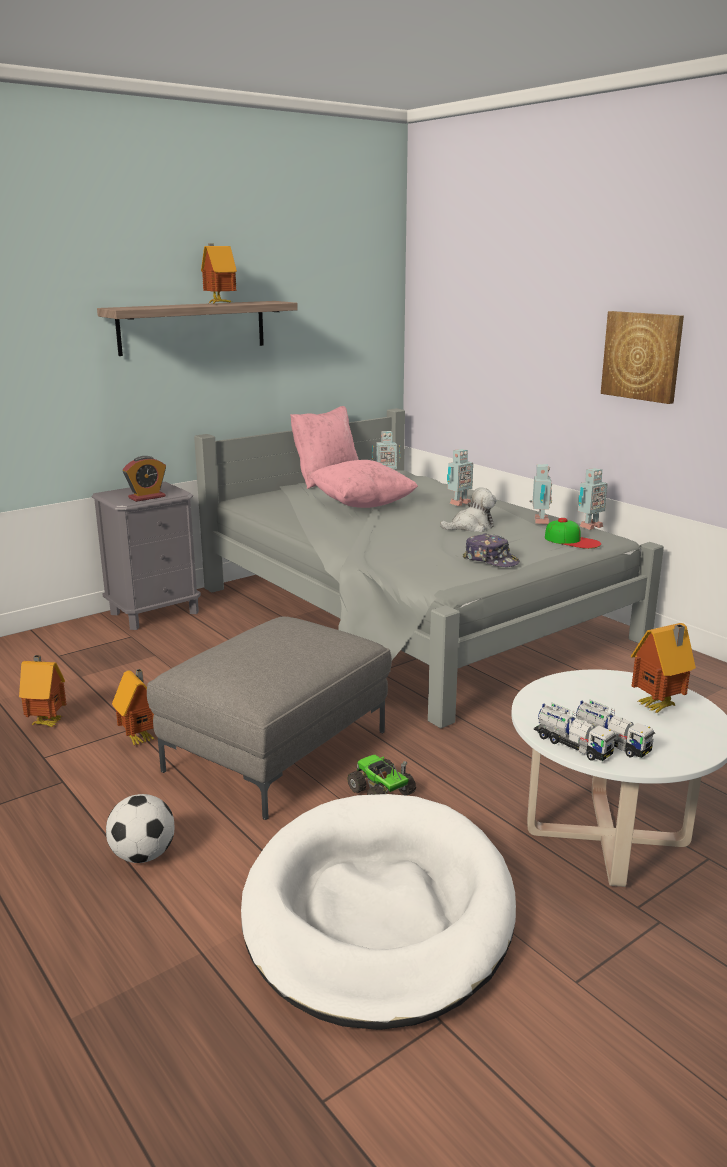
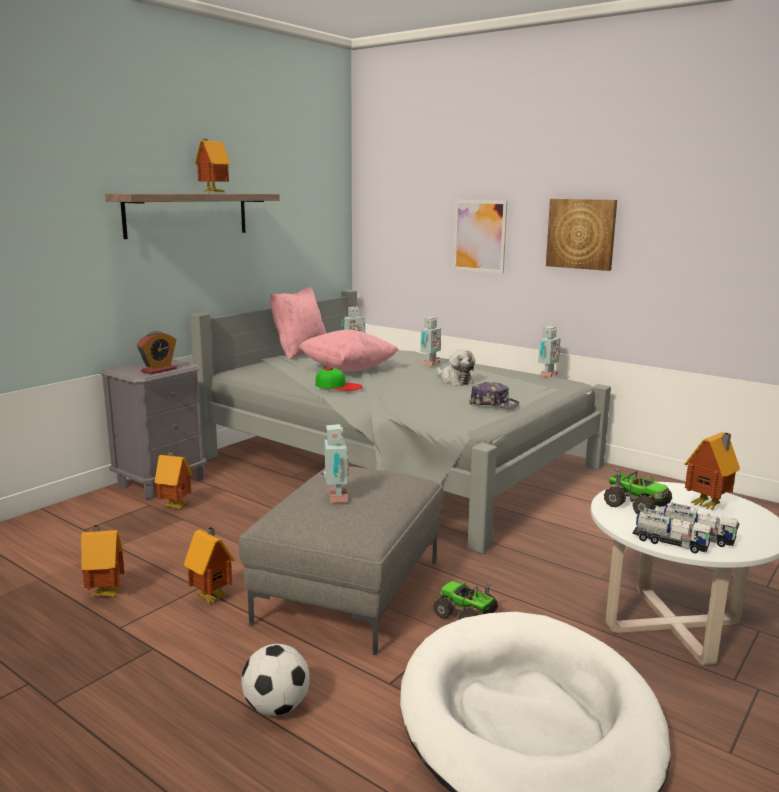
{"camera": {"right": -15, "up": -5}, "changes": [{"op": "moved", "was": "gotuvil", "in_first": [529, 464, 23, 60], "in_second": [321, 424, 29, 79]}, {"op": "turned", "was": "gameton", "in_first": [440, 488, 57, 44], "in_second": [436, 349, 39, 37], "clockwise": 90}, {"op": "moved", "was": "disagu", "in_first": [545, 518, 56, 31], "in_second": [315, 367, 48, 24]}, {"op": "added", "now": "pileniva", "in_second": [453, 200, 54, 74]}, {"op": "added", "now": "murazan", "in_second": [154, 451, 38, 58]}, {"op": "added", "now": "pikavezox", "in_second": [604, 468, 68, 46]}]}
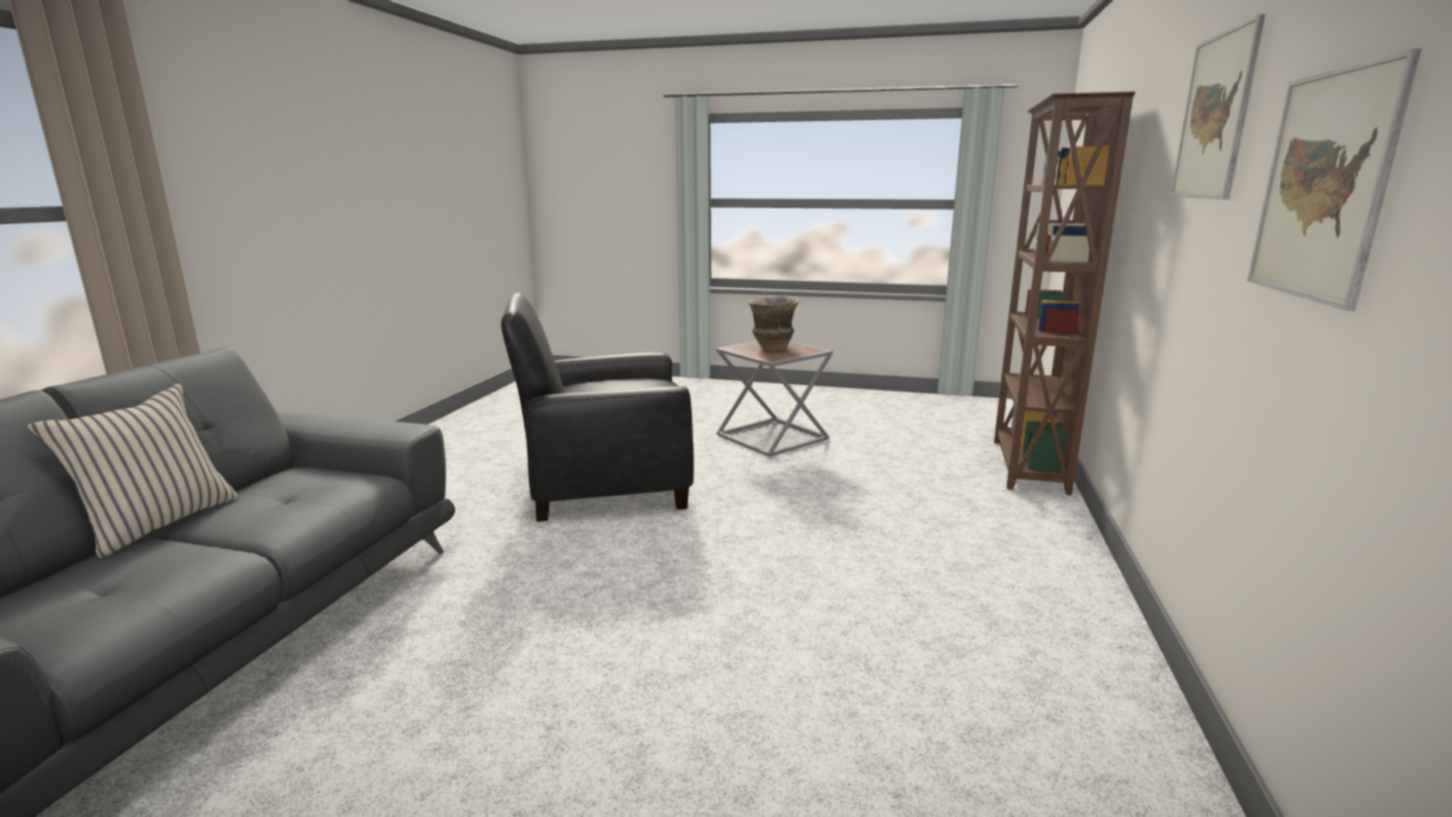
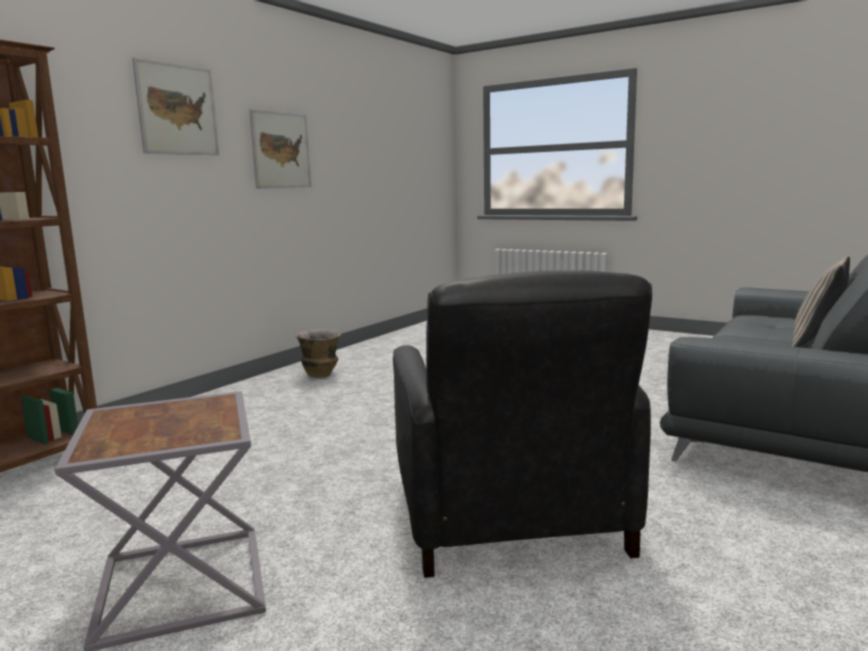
{"camera": {"right": -160, "up": -5}, "changes": [{"op": "turned", "was": "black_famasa", "in_first": [501, 292, 193, 230], "in_second": [393, 270, 259, 308], "clockwise": 75}, {"op": "moved", "was": "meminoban", "in_first": [748, 296, 52, 55], "in_second": [295, 329, 46, 49]}]}
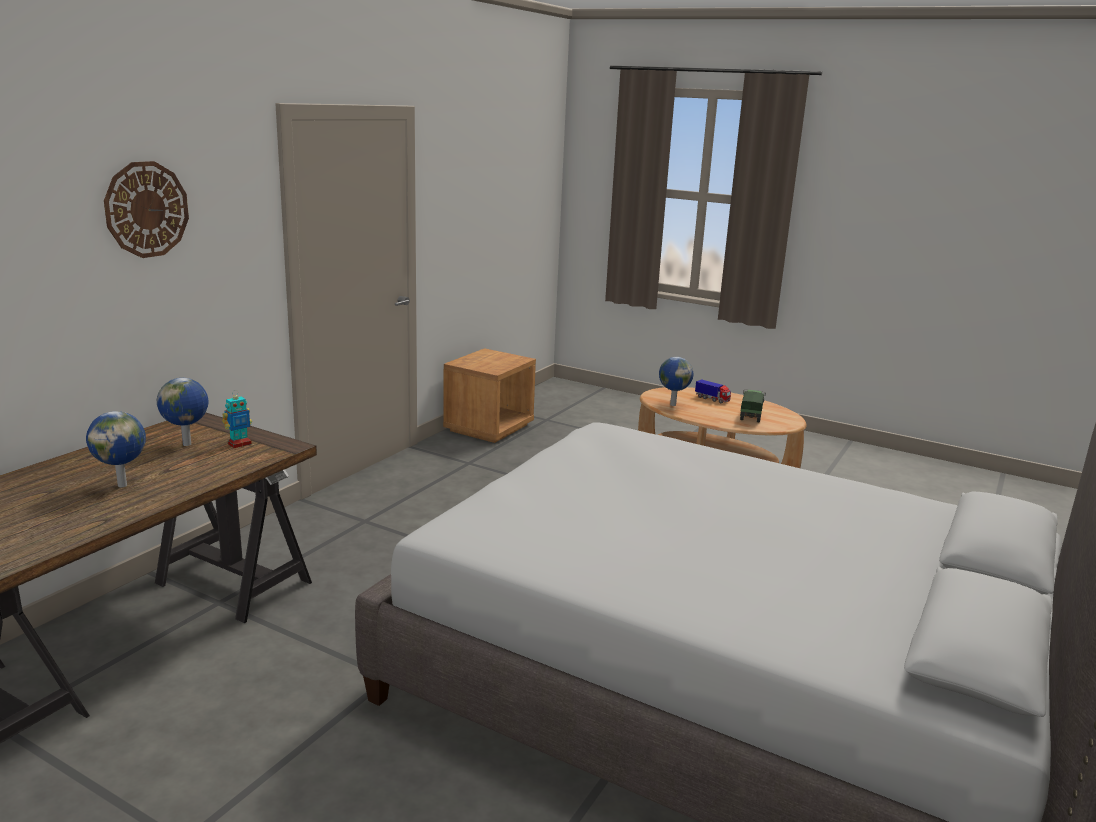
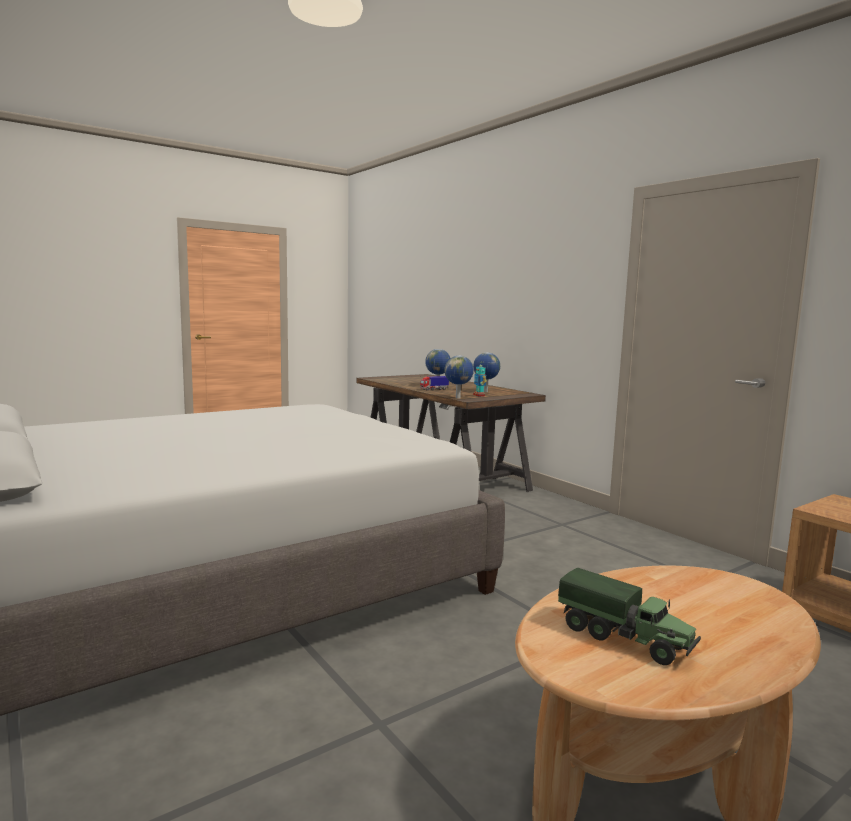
{"camera": {"right": 115, "up": -10}, "changes": [{"op": "removed", "was": "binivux", "in_first": [104, 161, 85, 97]}, {"op": "moved", "was": "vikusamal", "in_first": [659, 357, 34, 49], "in_second": [444, 356, 30, 43]}, {"op": "moved", "was": "pikavezox", "in_first": [695, 379, 36, 24], "in_second": [420, 376, 29, 15]}]}
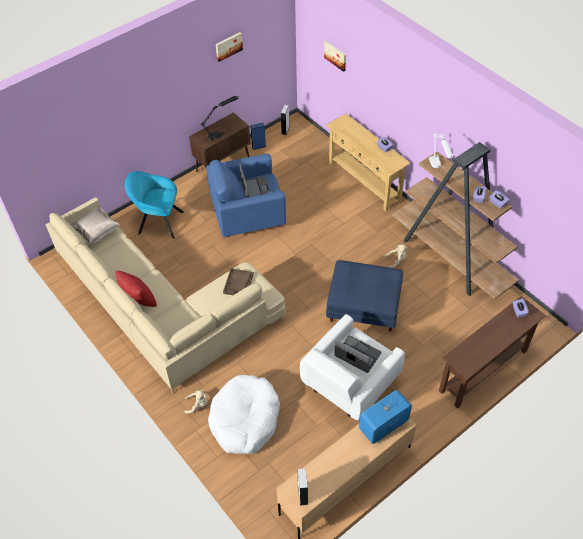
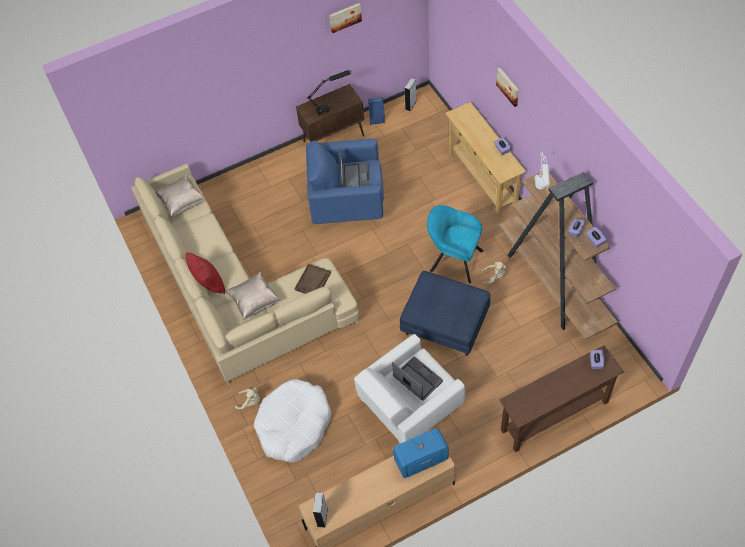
{"camera": {"right": 15, "up": 5}, "changes": [{"op": "moved", "was": "pileniva", "in_first": [324, 41, 22, 31], "in_second": [496, 68, 23, 39]}, {"op": "moved", "was": "turquoise_famasa", "in_first": [125, 171, 59, 68], "in_second": [427, 205, 57, 78]}, {"op": "added", "now": "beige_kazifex", "in_second": [226, 272, 54, 47]}]}
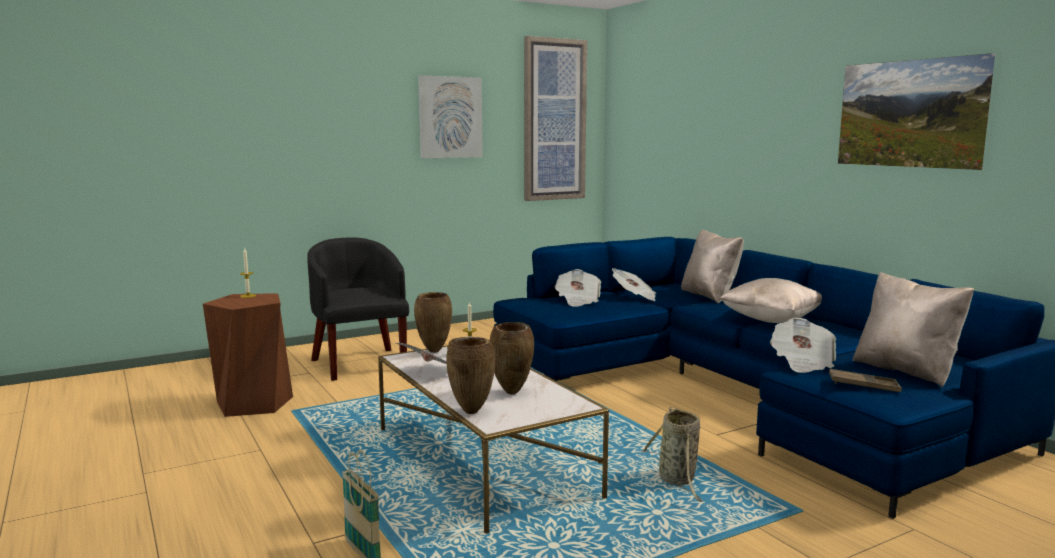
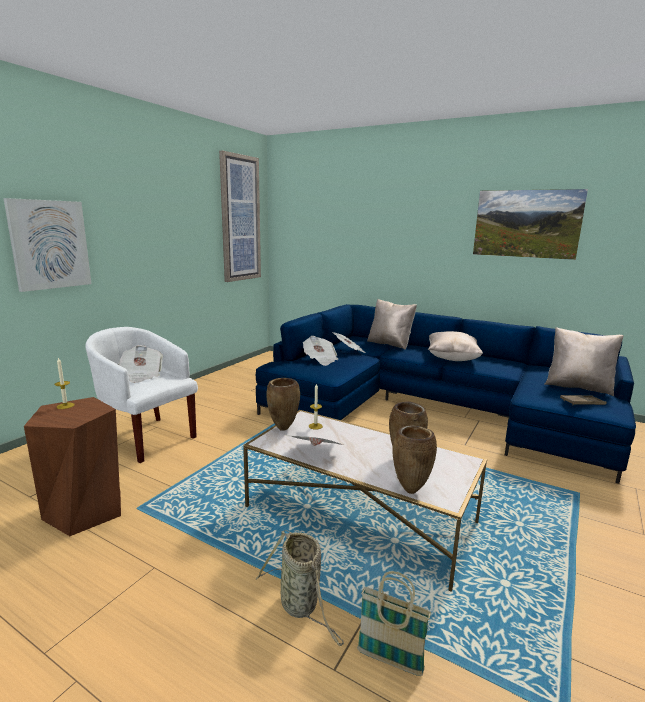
{"camera": {"right": -30, "up": 5}, "changes": [{"op": "moved", "was": "pileniva", "in_first": [418, 75, 65, 83], "in_second": [3, 198, 89, 94]}, {"op": "recoloured", "was": "black_famasa", "now": "white_famasa", "in_first": [307, 237, 102, 144], "in_second": [85, 327, 113, 136]}, {"op": "moved", "was": "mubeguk", "in_first": [770, 318, 66, 55], "in_second": [118, 345, 45, 38]}, {"op": "moved", "was": "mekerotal", "in_first": [642, 407, 61, 95], "in_second": [256, 530, 88, 116]}]}
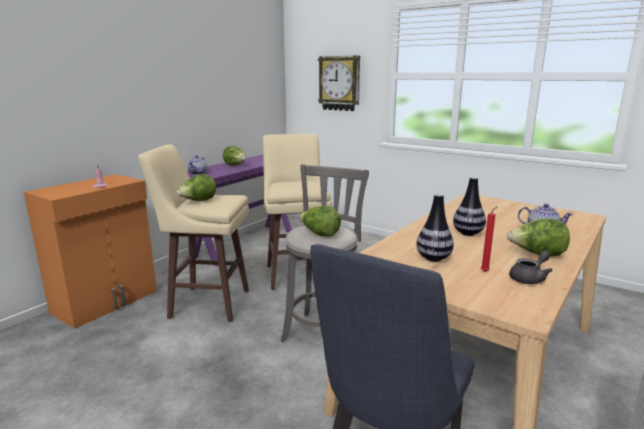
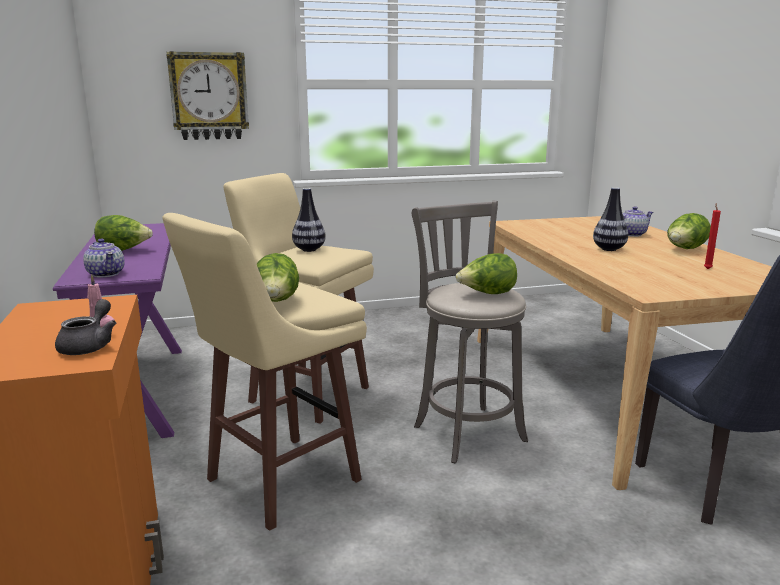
{"camera": {"right": -50, "up": 0}, "changes": [{"op": "moved", "was": "meminoban", "in_first": [416, 194, 38, 68], "in_second": [292, 188, 34, 64]}, {"op": "moved", "was": "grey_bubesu", "in_first": [509, 251, 44, 33], "in_second": [55, 299, 61, 56]}]}
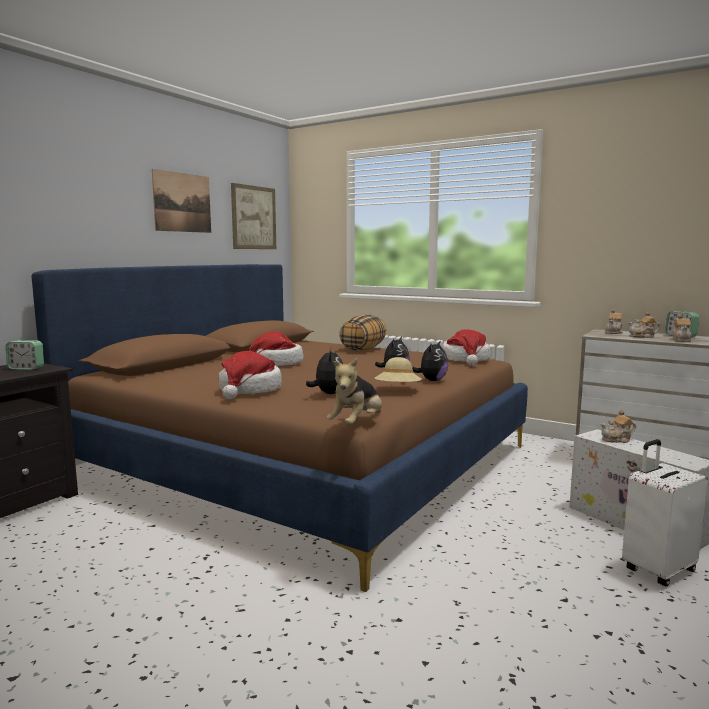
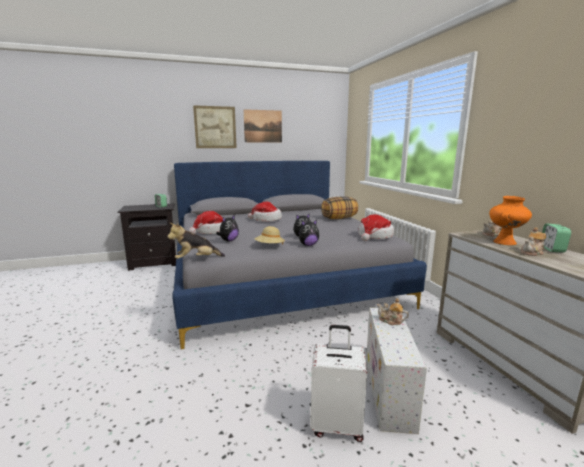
{"camera": {"right": 40, "up": 5}, "changes": [{"op": "moved", "was": "pileniva", "in_first": [231, 183, 45, 66], "in_second": [193, 105, 44, 43]}, {"op": "recoloured", "was": "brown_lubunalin", "now": "grey_lubunalin", "in_first": [31, 264, 497, 328], "in_second": [172, 161, 255, 188]}, {"op": "replaced", "was": "bubesu", "now": "orange_meminoban", "in_first": [628, 312, 32, 26], "in_second": [489, 196, 43, 49]}]}
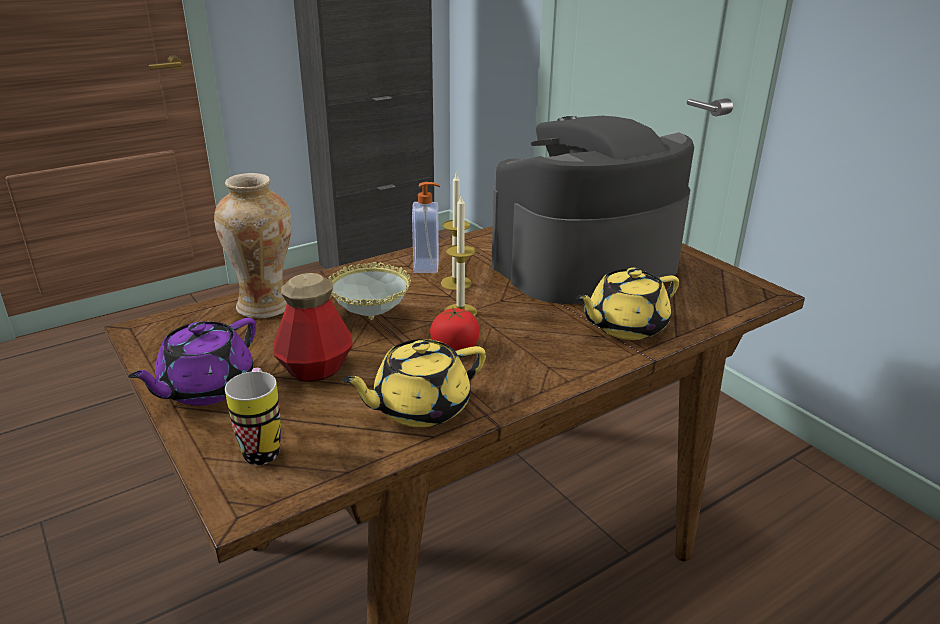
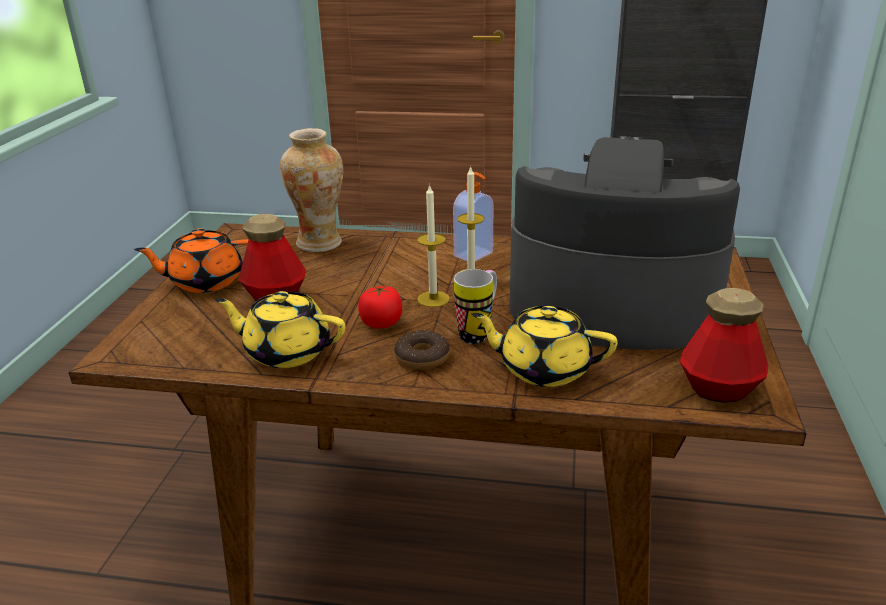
{"camera": {"right": 45, "up": 0}, "changes": [{"op": "removed", "was": "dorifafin", "in_first": [328, 262, 83, 58]}, {"op": "recoloured", "was": "purple_bubesu", "now": "orange_bubesu", "in_first": [128, 318, 128, 88], "in_second": [134, 228, 115, 65]}, {"op": "moved", "was": "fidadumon", "in_first": [225, 368, 56, 97], "in_second": [454, 269, 43, 75]}, {"op": "added", "now": "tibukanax", "in_second": [680, 288, 88, 115]}, {"op": "added", "now": "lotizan", "in_second": [394, 330, 56, 40]}]}
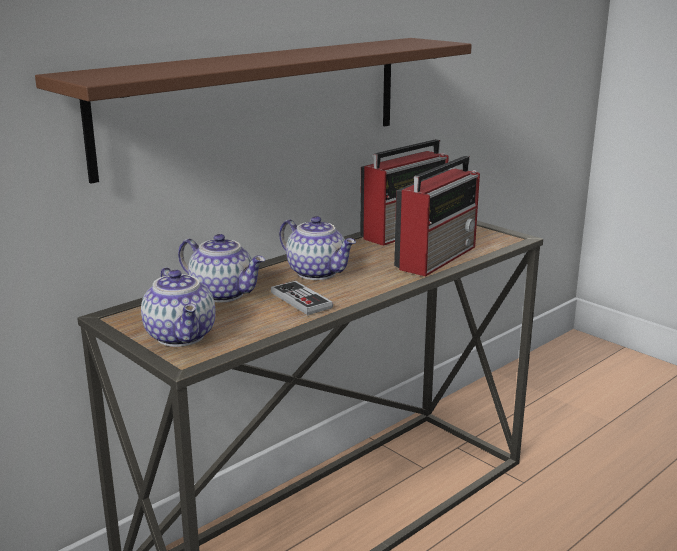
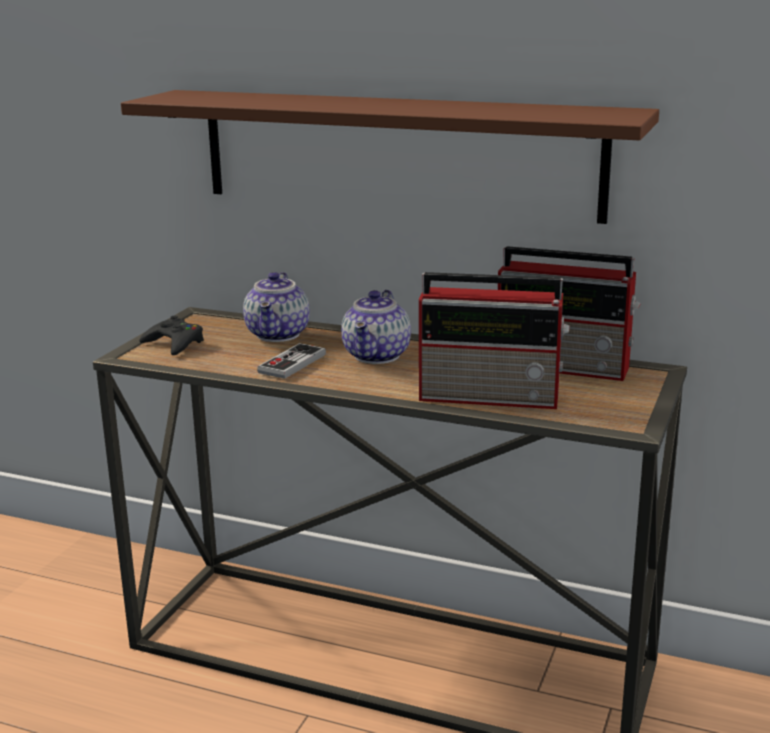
{"camera": {"right": 65, "up": 0}, "changes": [{"op": "replaced", "was": "bubesu", "now": "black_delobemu", "in_first": [141, 267, 74, 80], "in_second": [139, 316, 65, 39]}]}
